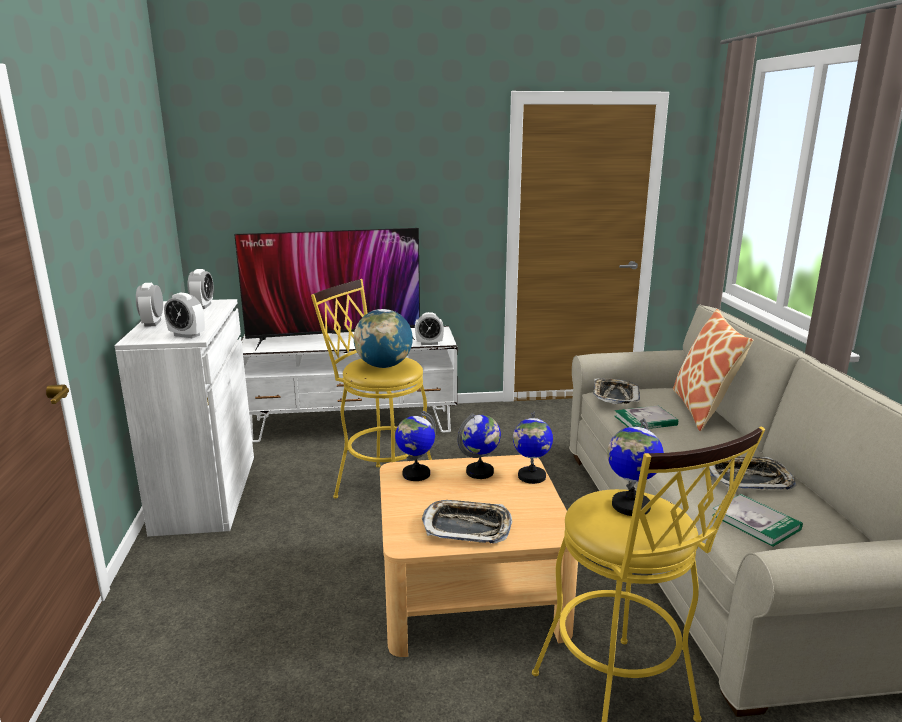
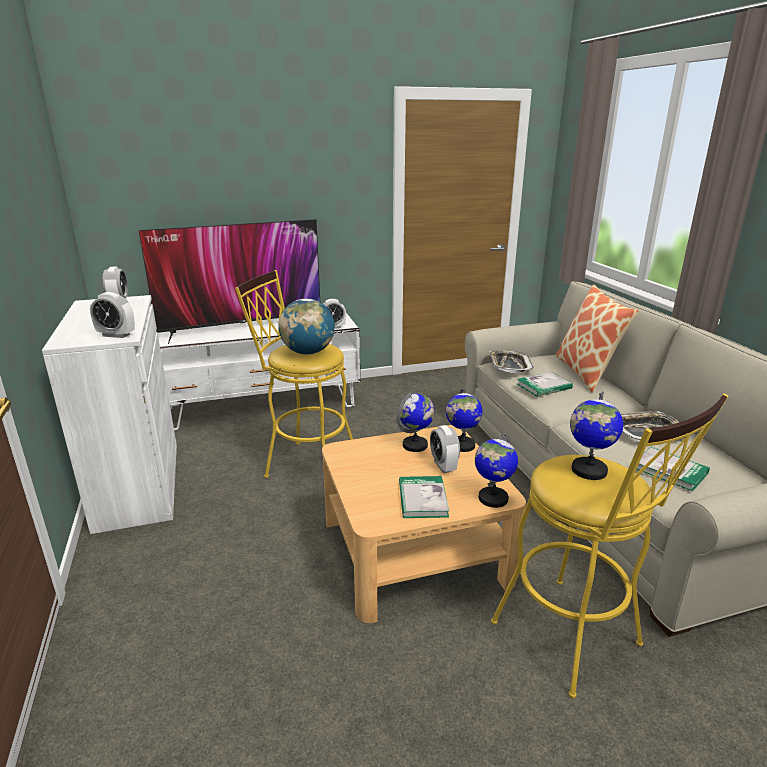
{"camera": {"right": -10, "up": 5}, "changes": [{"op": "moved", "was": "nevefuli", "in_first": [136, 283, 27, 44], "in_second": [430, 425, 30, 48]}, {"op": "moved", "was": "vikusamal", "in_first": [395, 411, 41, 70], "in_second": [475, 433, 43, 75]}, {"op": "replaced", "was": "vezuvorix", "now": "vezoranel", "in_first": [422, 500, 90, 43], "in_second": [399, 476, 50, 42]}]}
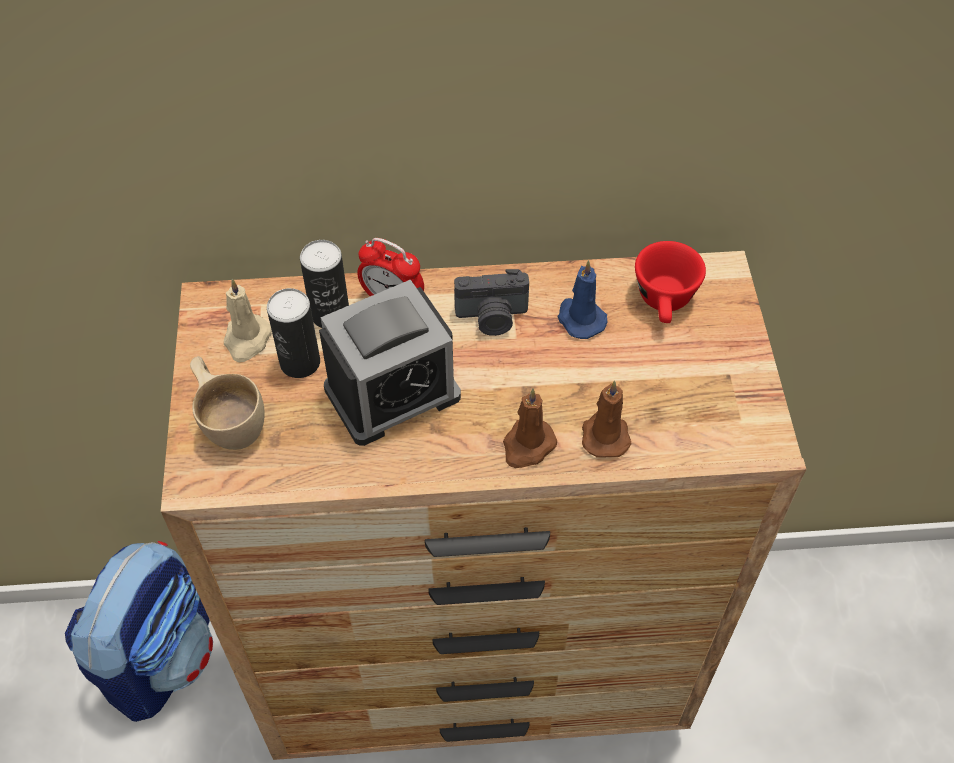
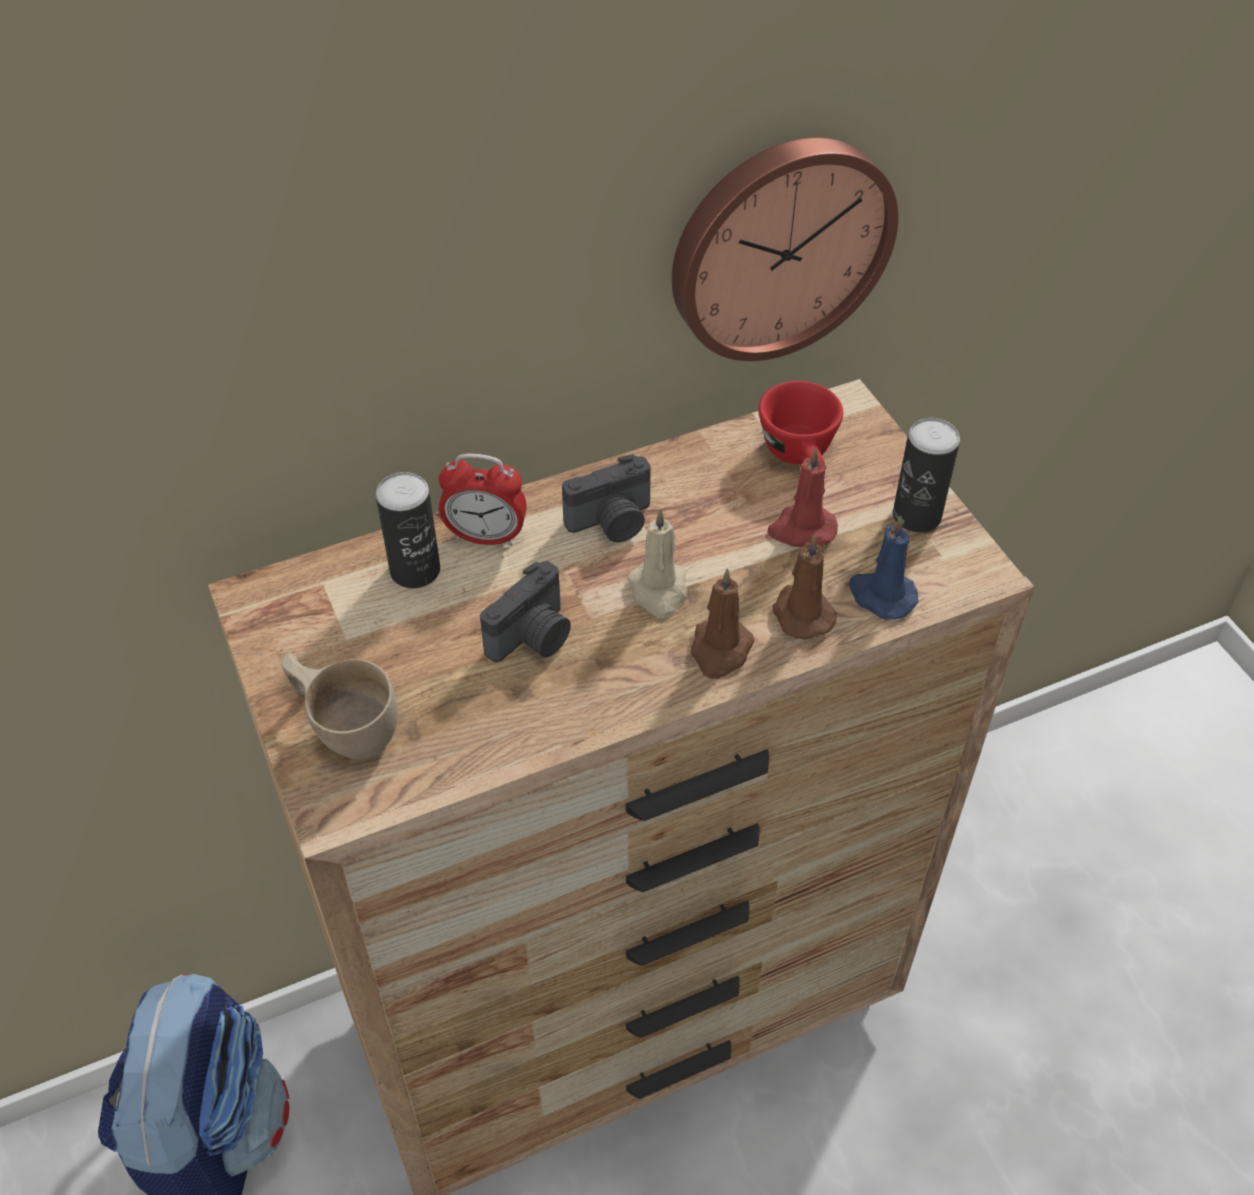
{"camera": {"right": -20, "up": -5}, "changes": [{"op": "moved", "was": "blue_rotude", "in_first": [558, 260, 49, 79], "in_second": [849, 516, 69, 104]}, {"op": "moved", "was": "beige_rotude", "in_first": [224, 279, 48, 83], "in_second": [627, 508, 61, 110]}, {"op": "replaced", "was": "nevefuli", "now": "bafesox", "in_first": [319, 279, 142, 167], "in_second": [480, 561, 91, 101]}, {"op": "moved", "was": "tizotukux", "in_first": [267, 288, 53, 90], "in_second": [893, 418, 67, 115]}, {"op": "added", "now": "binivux", "in_second": [672, 138, 226, 223]}, {"op": "added", "now": "red_rotude", "in_second": [768, 447, 70, 100]}]}
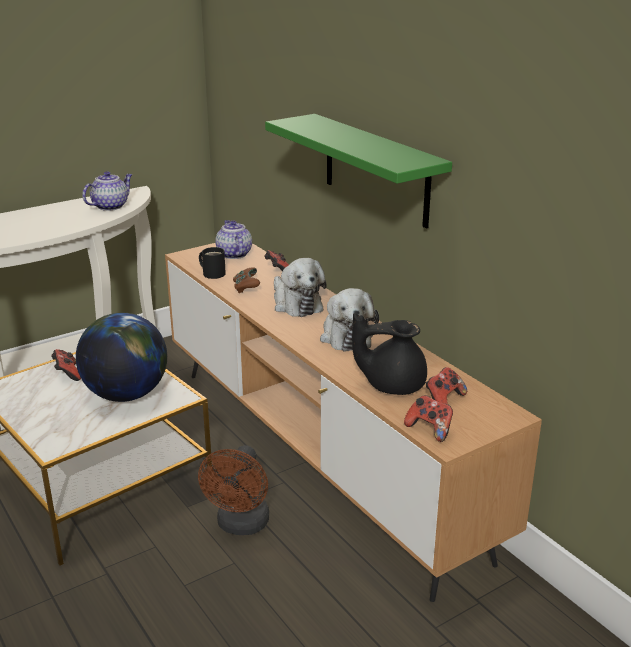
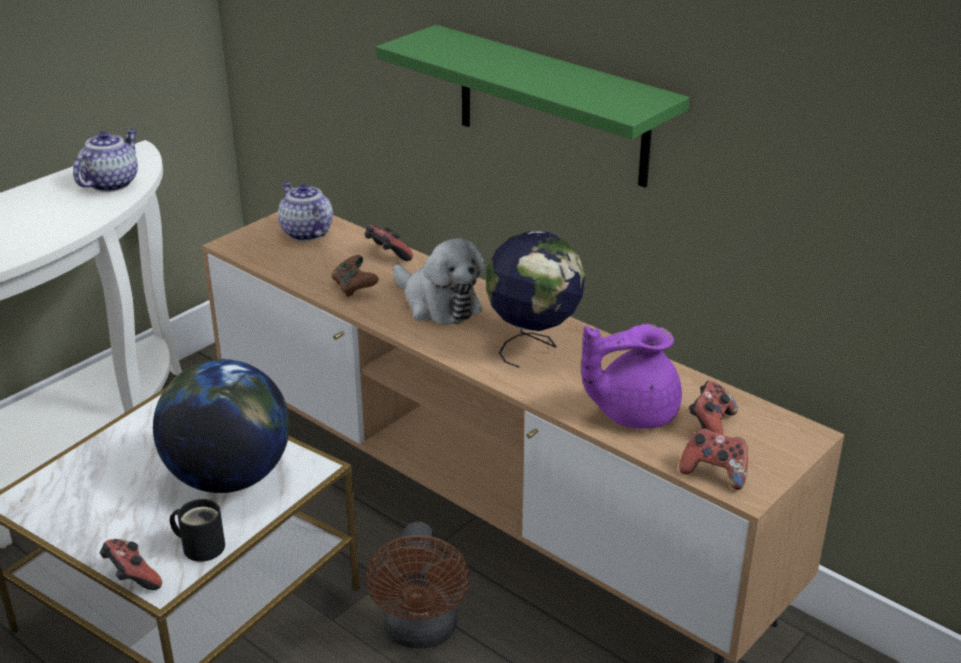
{"camera": {"right": -15, "up": 5}, "changes": [{"op": "moved", "was": "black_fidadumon", "in_first": [199, 247, 27, 32], "in_second": [170, 499, 55, 63]}, {"op": "replaced", "was": "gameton", "now": "vikusamal", "in_first": [320, 288, 59, 64], "in_second": [486, 231, 99, 137]}, {"op": "recoloured", "was": "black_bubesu", "now": "purple_bubesu", "in_first": [352, 313, 75, 82], "in_second": [581, 324, 101, 105]}, {"op": "moved", "was": "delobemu", "in_first": [51, 349, 30, 32], "in_second": [100, 539, 62, 51]}]}
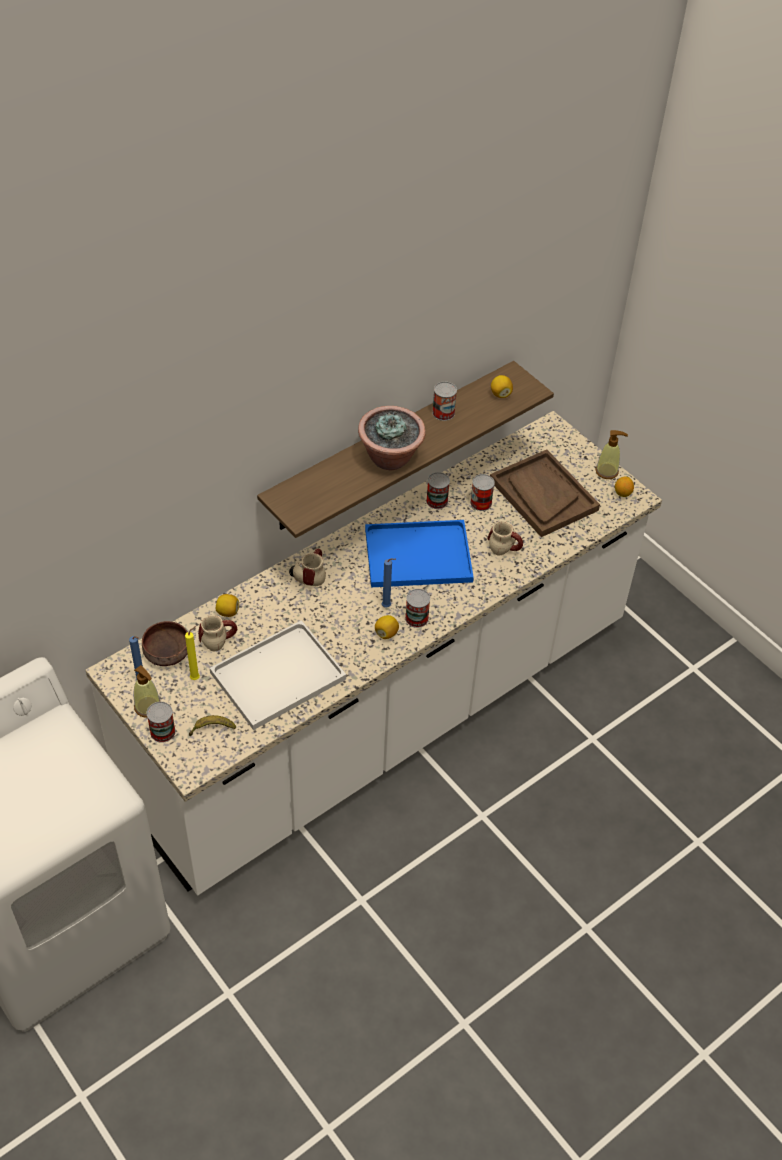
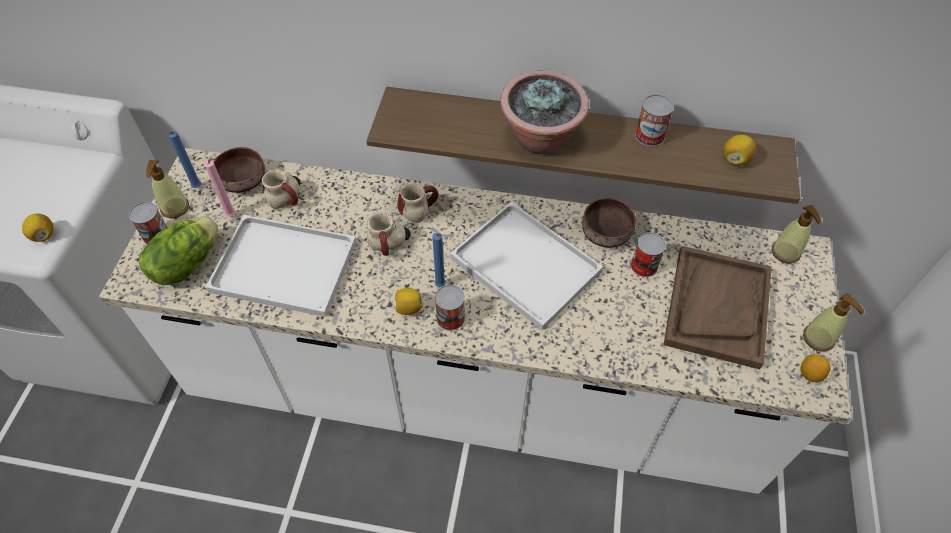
{"camera": {"right": 50, "up": 5}, "changes": [{"op": "replaced", "was": "tizotukux", "now": "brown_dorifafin", "in_first": [426, 472, 24, 37], "in_second": [582, 198, 54, 50]}, {"op": "recoloured", "was": "blue_vezuvorix", "now": "white_vezuvorix", "in_first": [365, 520, 109, 67], "in_second": [450, 202, 153, 128]}, {"op": "moved", "was": "fidadumon", "in_first": [487, 521, 36, 35], "in_second": [367, 212, 44, 44]}, {"op": "moved", "was": "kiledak", "in_first": [216, 594, 23, 23], "in_second": [22, 214, 32, 28]}, {"op": "recoloured", "was": "yellow_rotude", "now": "pink_rotude", "in_first": [185, 626, 15, 54], "in_second": [204, 158, 31, 59]}, {"op": "replaced", "was": "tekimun", "now": "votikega", "in_first": [189, 715, 47, 21], "in_second": [139, 217, 79, 68]}, {"op": "added", "now": "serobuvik", "in_second": [772, 205, 50, 59]}]}
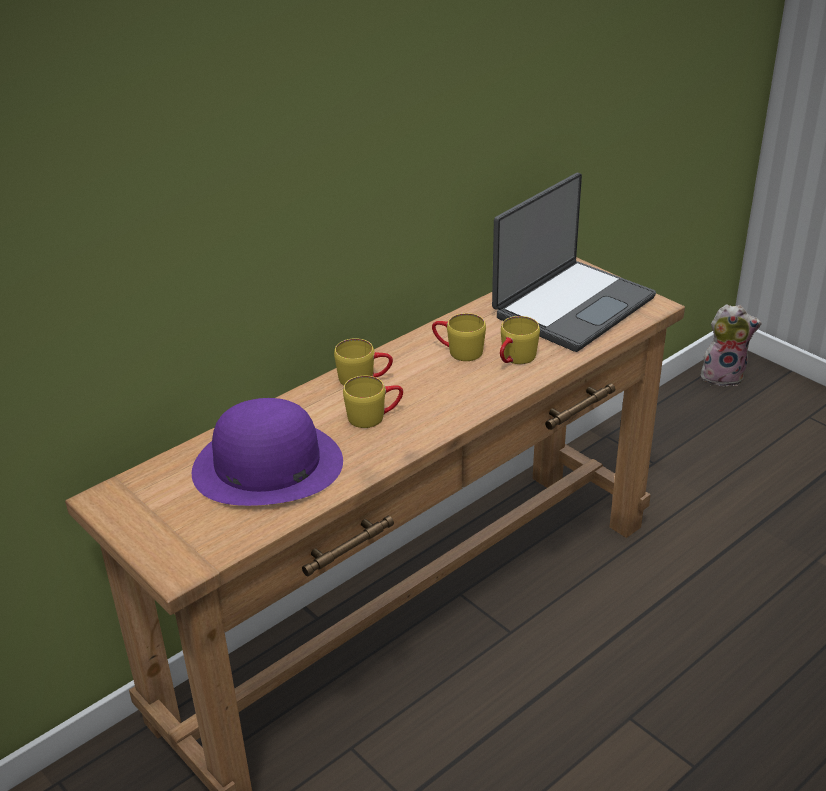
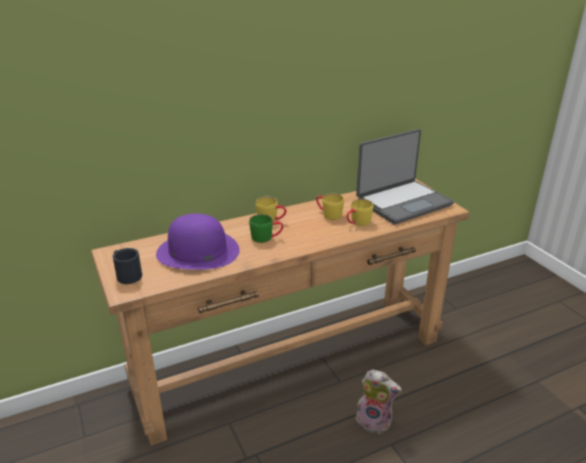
{"camera": {"right": 15, "up": -5}, "changes": [{"op": "moved", "was": "gameton", "in_first": [701, 304, 61, 83], "in_second": [356, 369, 46, 65]}, {"op": "recoloured", "was": "yellow_fidadumon", "now": "green_fidadumon", "in_first": [343, 376, 60, 52], "in_second": [249, 214, 34, 29]}, {"op": "added", "now": "black_fidadumon", "in_second": [113, 248, 29, 36]}]}
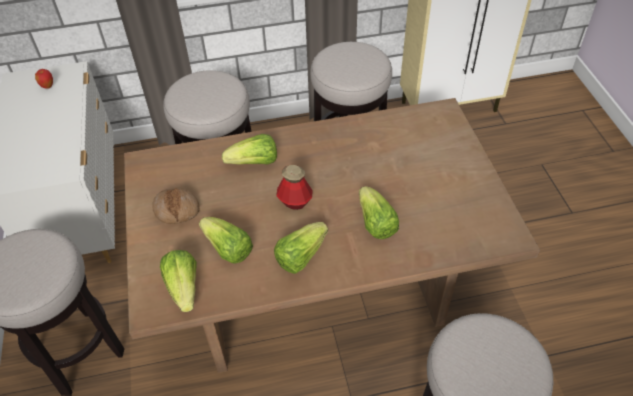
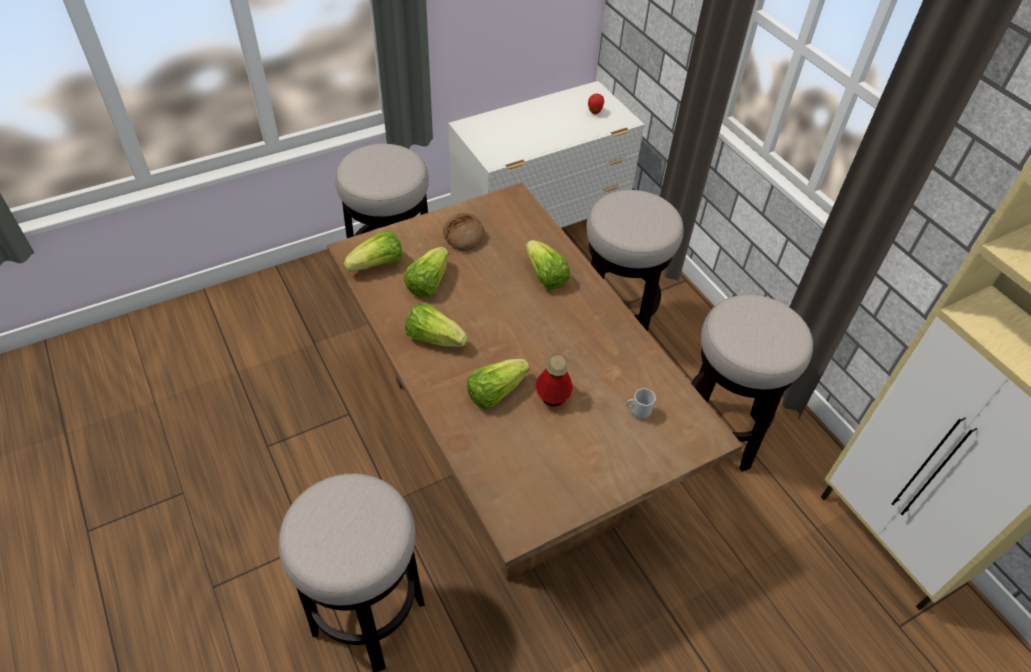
{"camera": {"right": 70, "up": 0}, "changes": [{"op": "moved", "was": "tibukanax", "in_first": [276, 165, 37, 45], "in_second": [536, 354, 37, 53]}, {"op": "added", "now": "fidadumon", "in_second": [626, 388, 30, 31]}]}
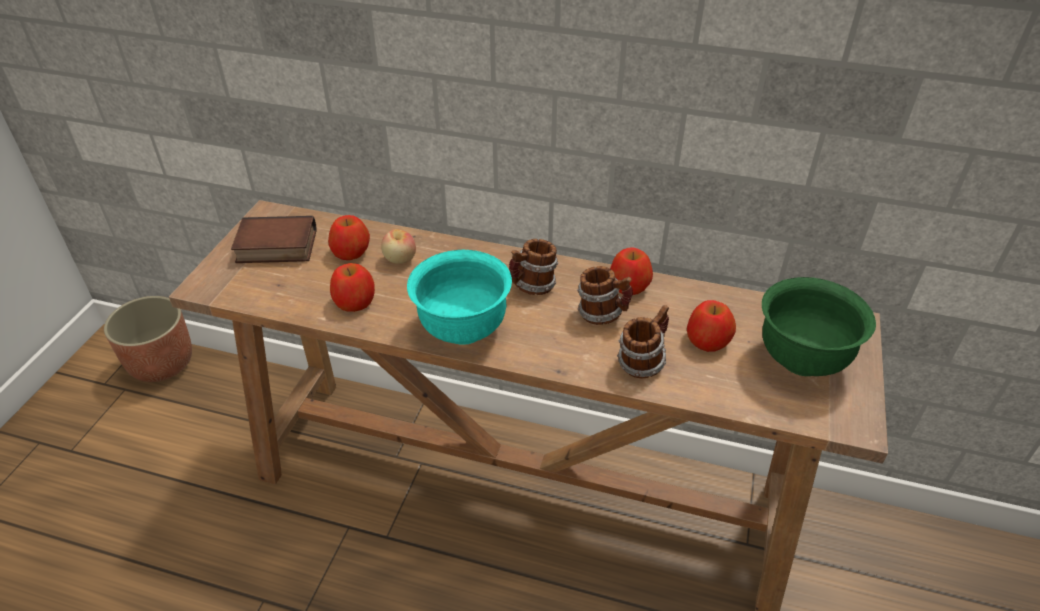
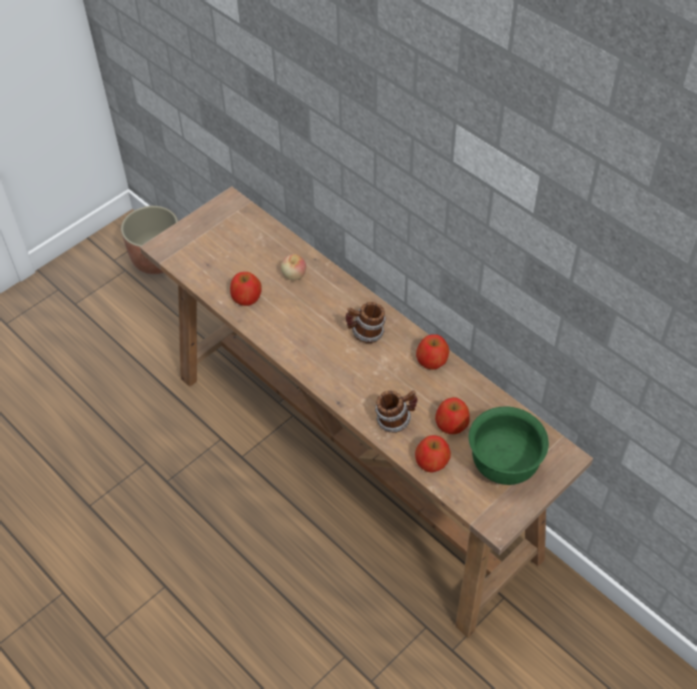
{"camera": {"right": 30, "up": 10}, "changes": [{"op": "moved", "was": "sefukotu", "in_first": [328, 215, 42, 45], "in_second": [415, 435, 36, 38]}, {"op": "removed", "was": "vezoranel", "in_first": [231, 216, 86, 47]}, {"op": "removed", "was": "turquoise_dorifafin", "in_first": [407, 250, 105, 95]}, {"op": "removed", "was": "fidadumon", "in_first": [577, 266, 56, 59]}]}
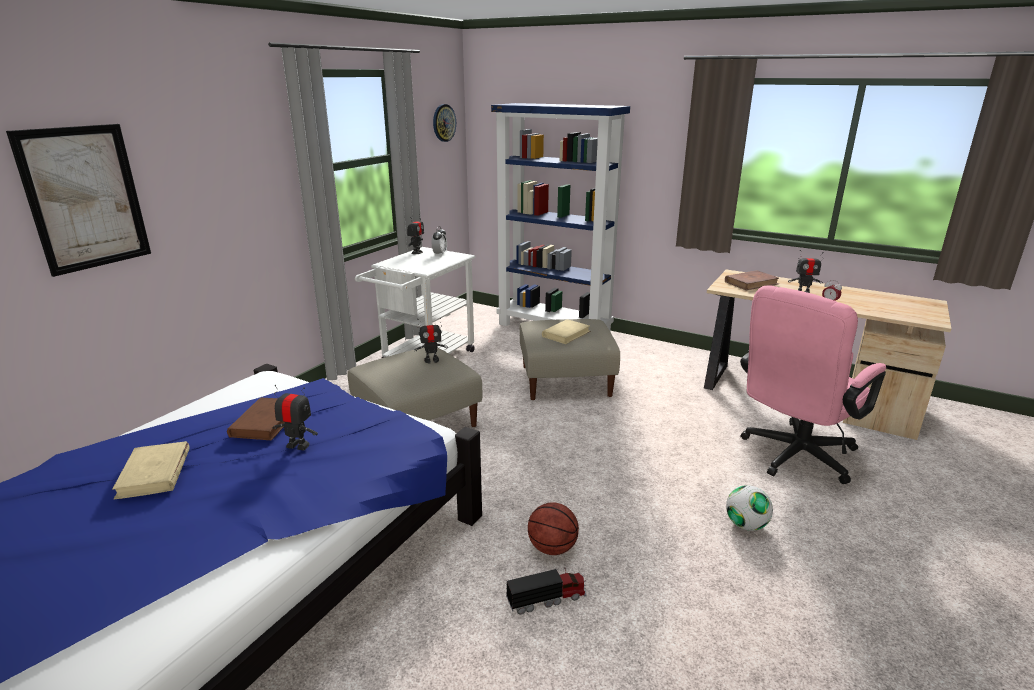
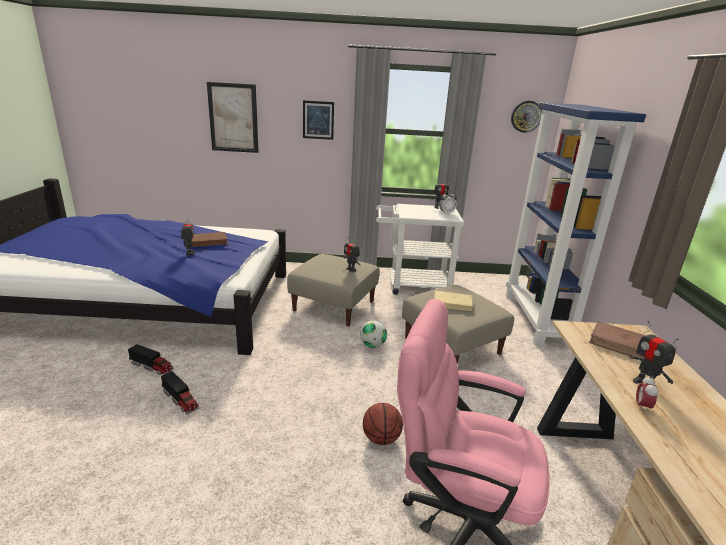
{"camera": {"right": 60, "up": 0}, "changes": [{"op": "removed", "was": "beige_vezoranel", "in_first": [112, 441, 78, 58]}, {"op": "moved", "was": "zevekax", "in_first": [726, 485, 47, 46], "in_second": [360, 320, 27, 28]}, {"op": "moved", "was": "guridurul", "in_first": [528, 502, 51, 53], "in_second": [363, 403, 40, 42]}, {"op": "added", "now": "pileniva", "in_second": [303, 100, 31, 40]}, {"op": "added", "now": "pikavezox", "in_second": [128, 344, 46, 31]}]}
